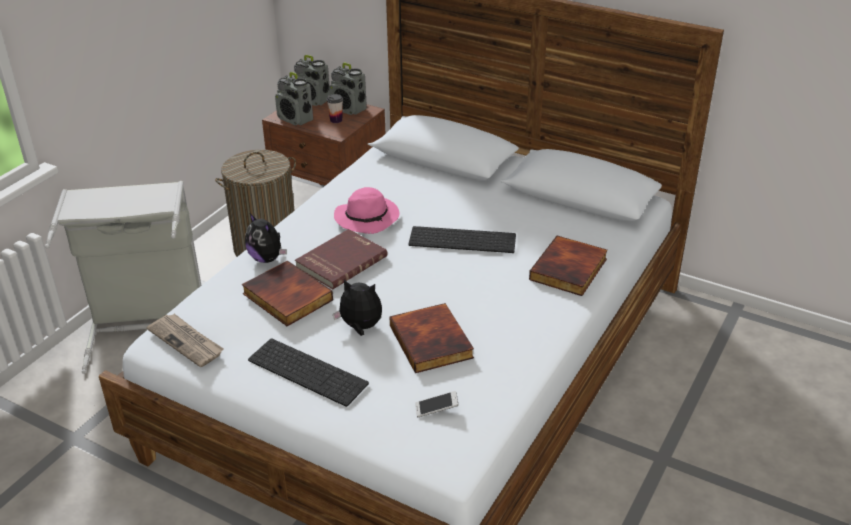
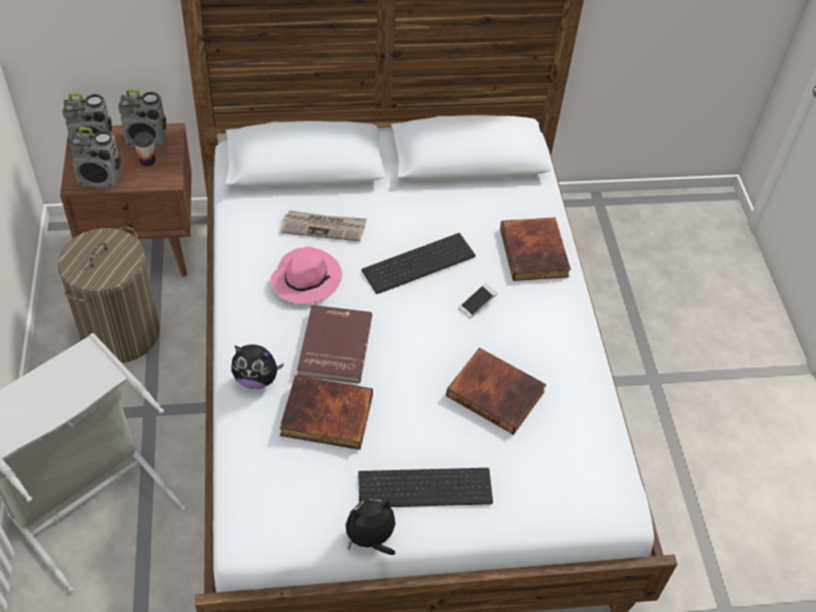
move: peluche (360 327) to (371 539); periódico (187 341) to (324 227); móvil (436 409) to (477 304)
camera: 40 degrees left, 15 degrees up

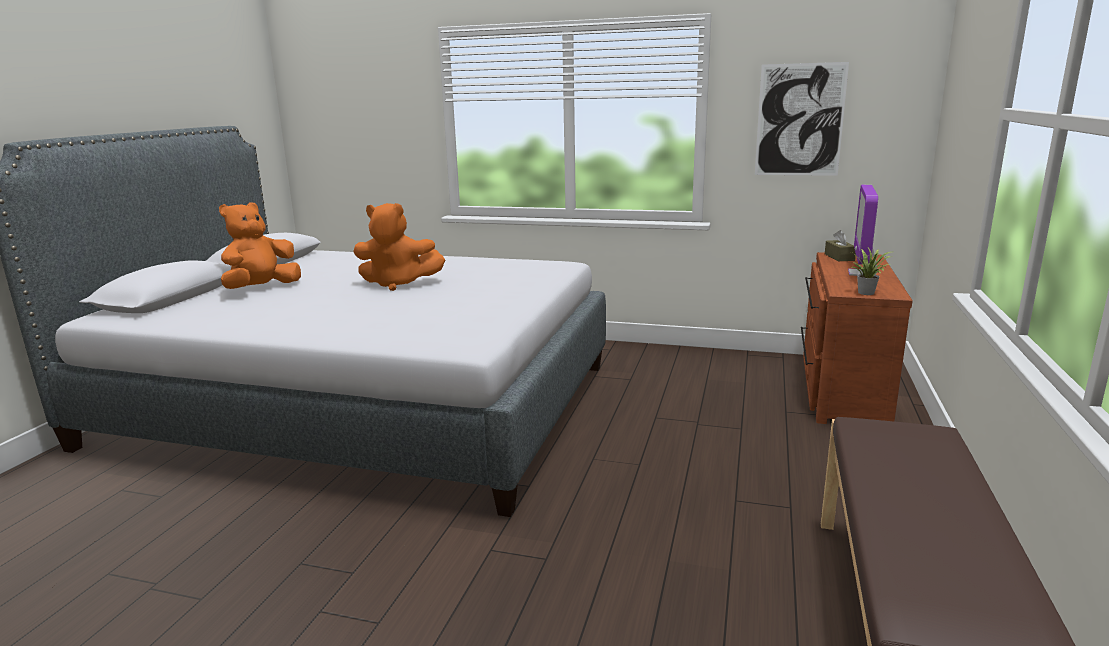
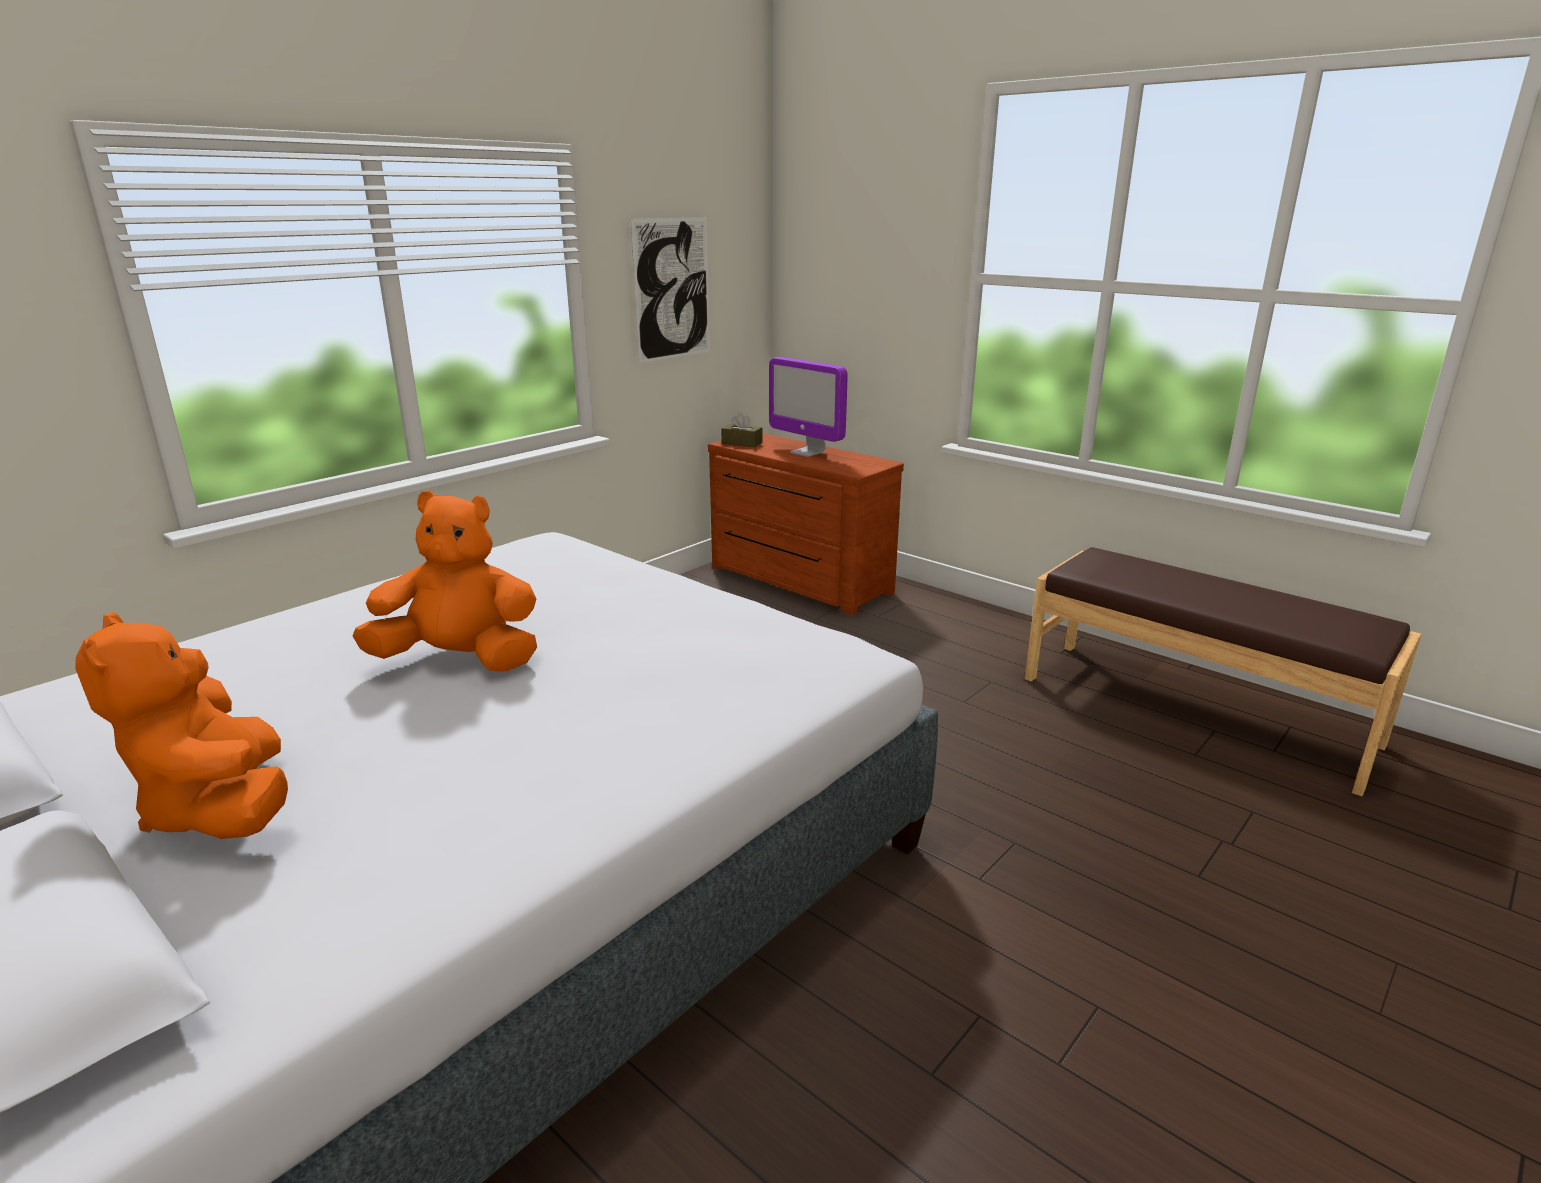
delete: planta en maceta (867 292)
rotate: peluche [naranja] (398 284) = (460 661) 120 degrees counterclockwise
camera: 65 degrees left, 5 degrees up

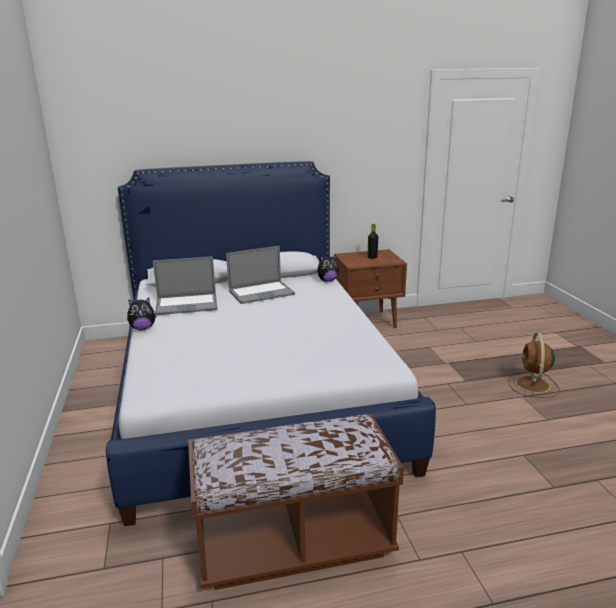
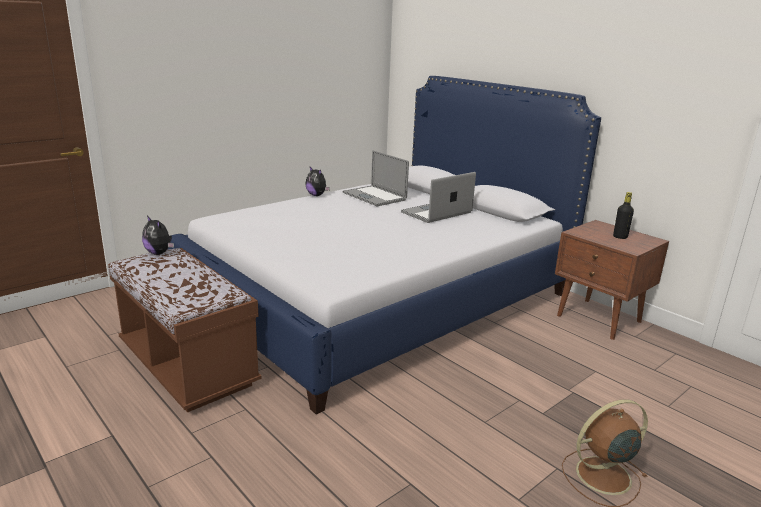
move: peluche (327 280) to (159 253)
rotate: portátil (261 293) = (436 212) 105 degrees clockwise
camera: 60 degrees right, 0 degrees up

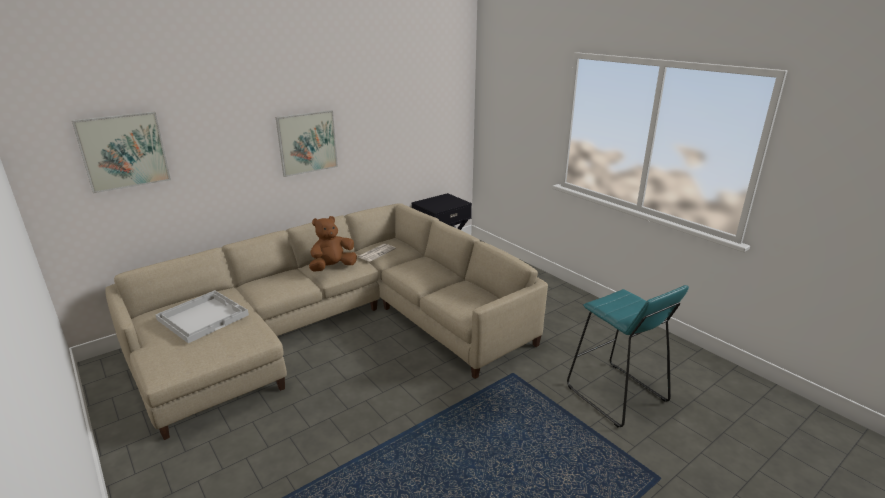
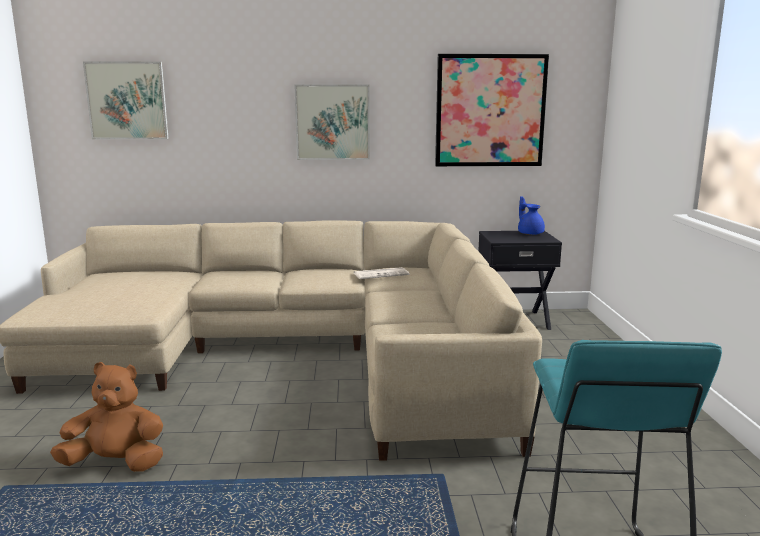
delete: bandeja [blanco] (203 317)
insert: cuadro (490 111); tetera [azul] (530 233)
move: peluche [marrón] (332 267) to (116 463)
camera: 35 degrees right, 10 degrees down

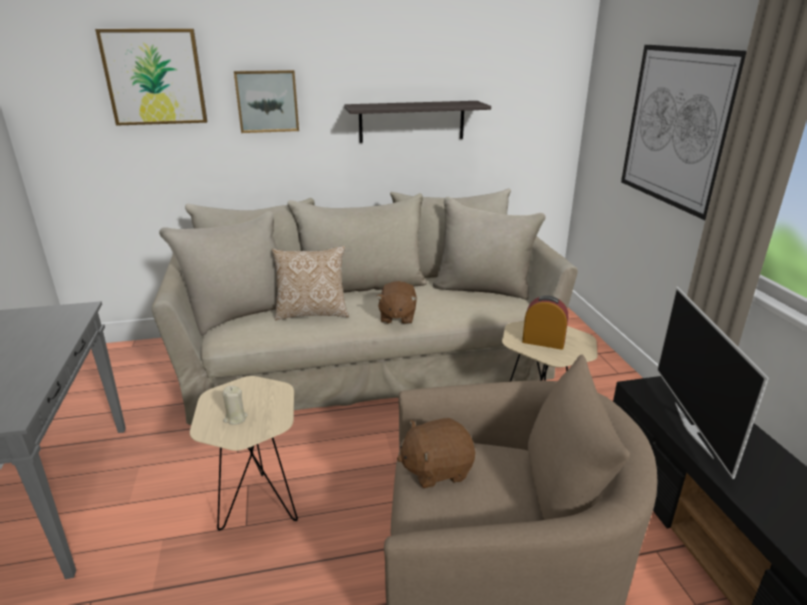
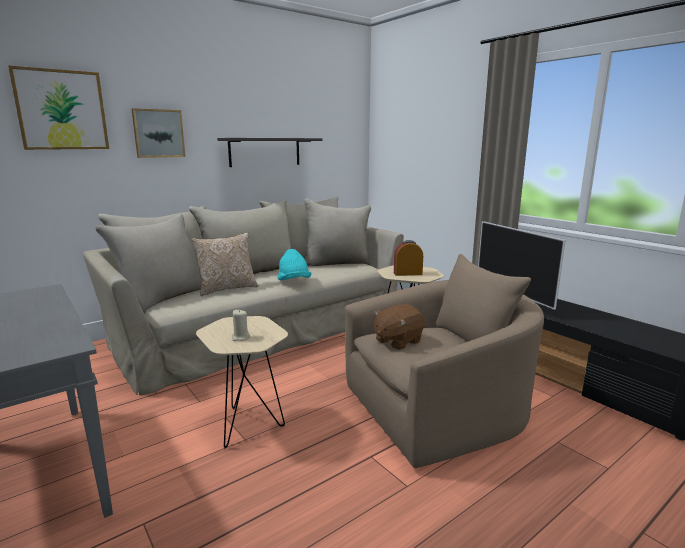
delete: cuadro (678 127)
replace: peluche [marrón] (397 317) to sombrero [turquesa] (294 282)
camera: 25 degrees left, 10 degrees down

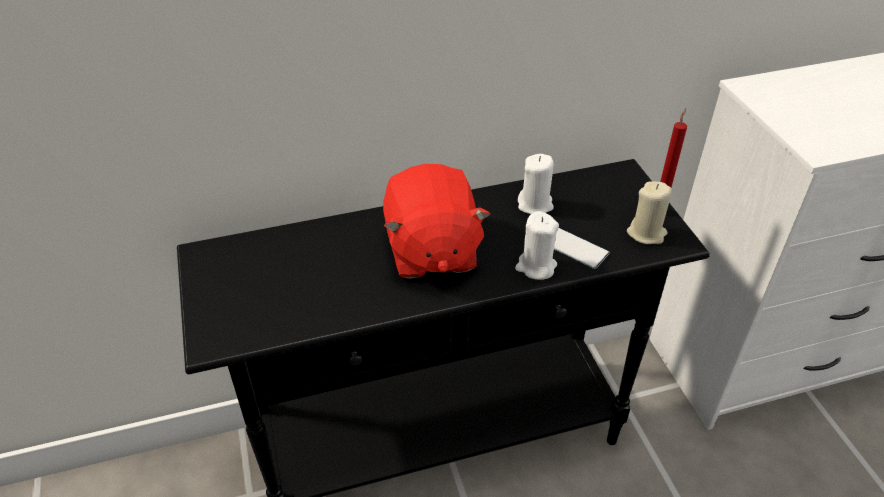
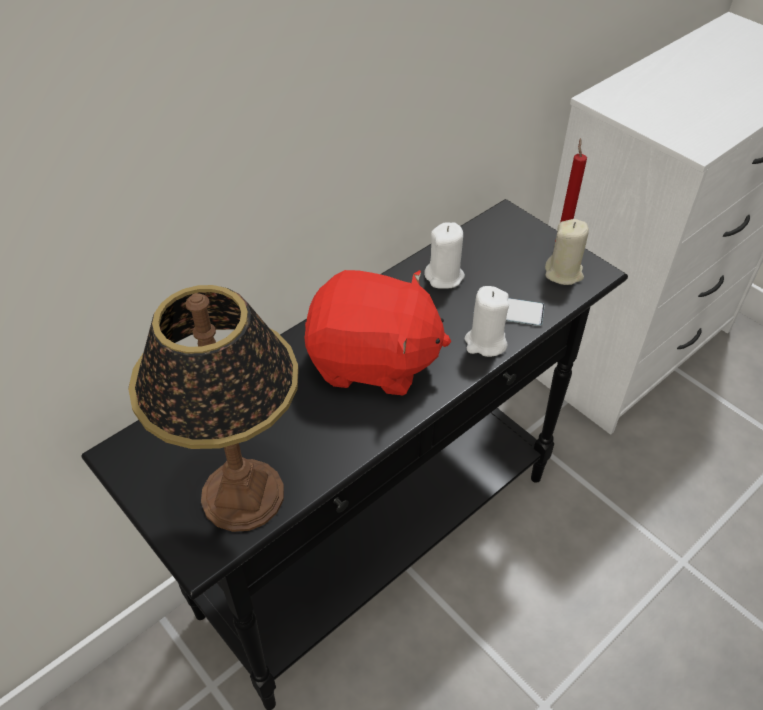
insert: lámpara de mesa (243 496)
rotate: peluche [rojo] (431 251) = (373 361) 45 degrees counterclockwise
camera: 25 degrees left, 5 degrees up

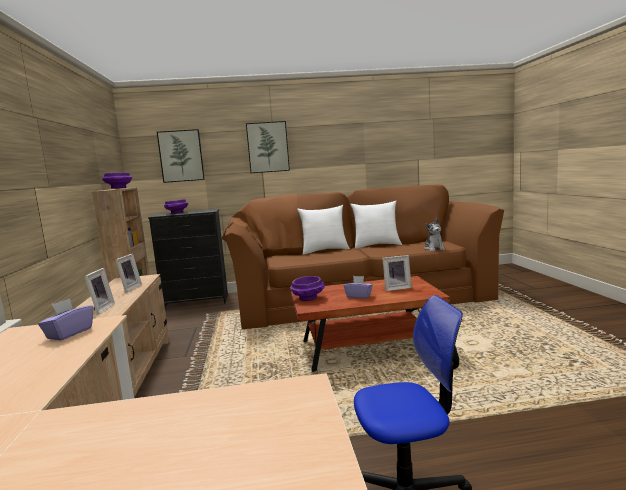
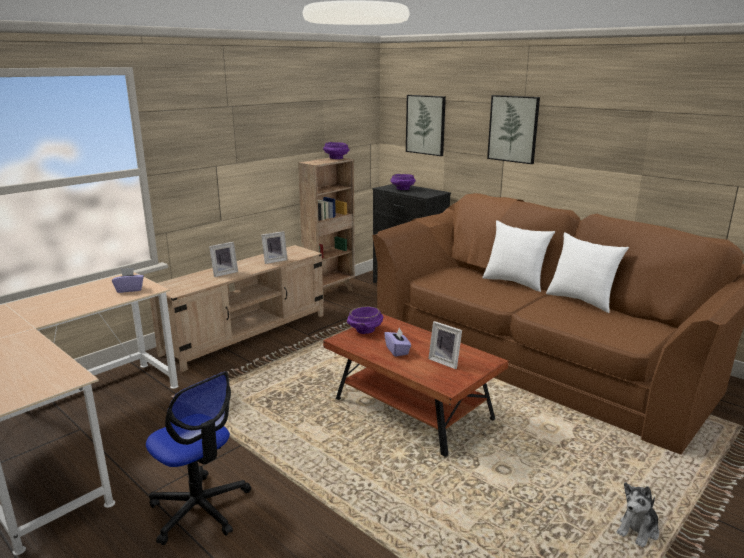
move: peluche (434 249) to (638 530)
camera: 50 degrees right, 10 degrees up

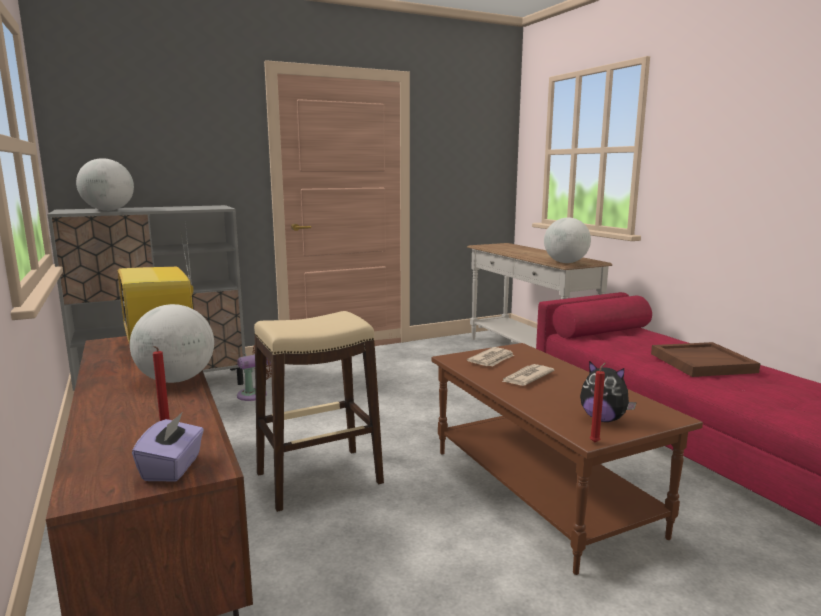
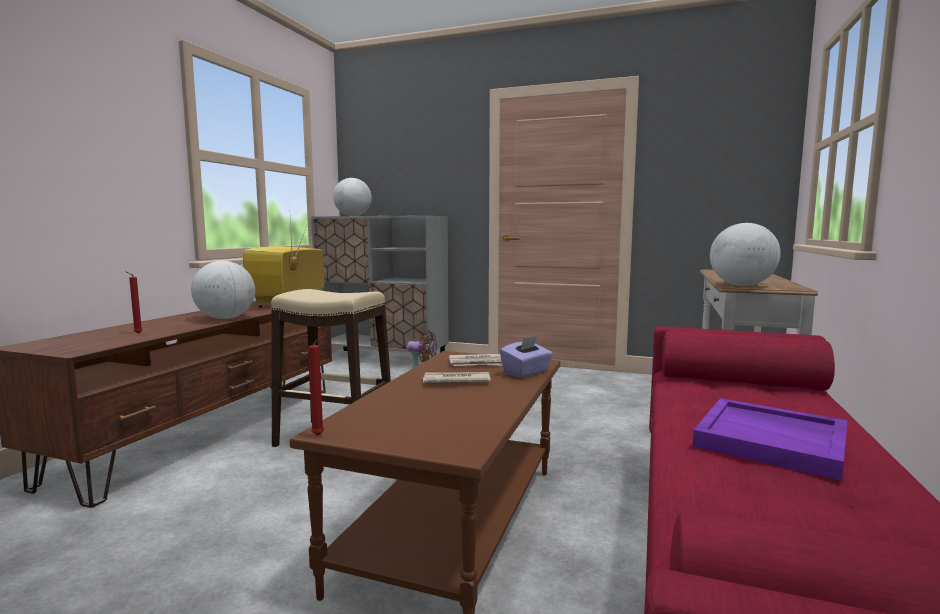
delete: peluche (603 419)
move: caja de pañuelos [morado] (173 468) to (526 373)
recolor: bandeja [marrón] (702 362) to bandeja [morado] (772 441)
camera: 45 degrees right, 5 degrees down

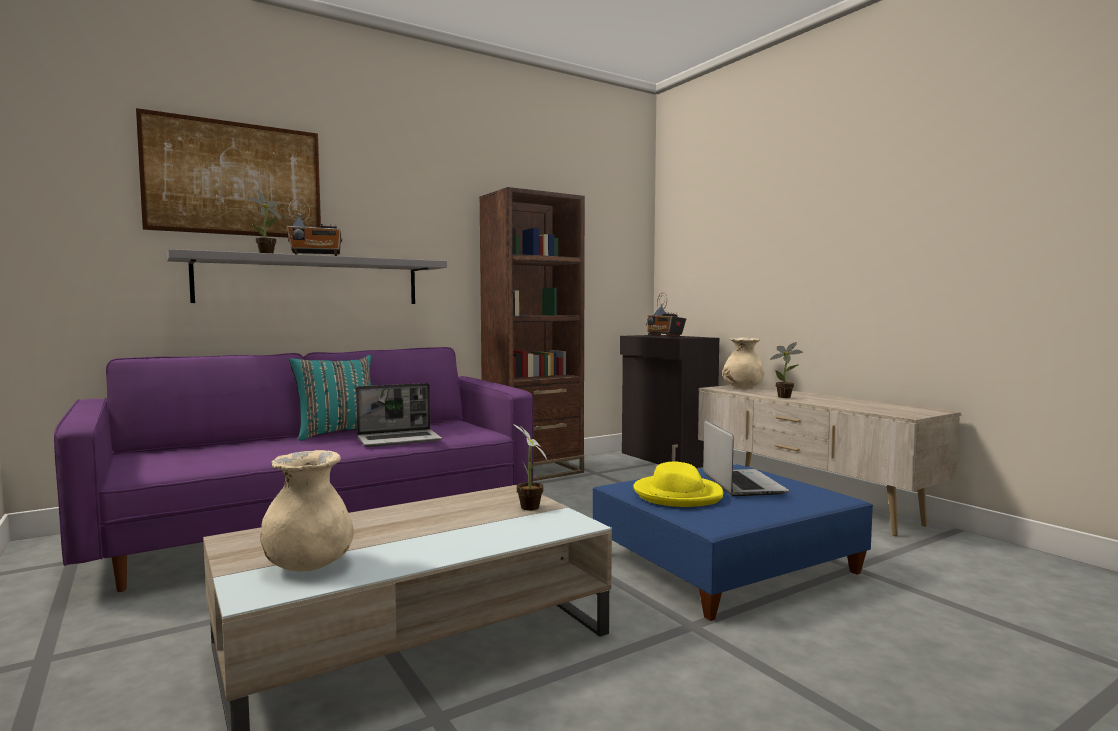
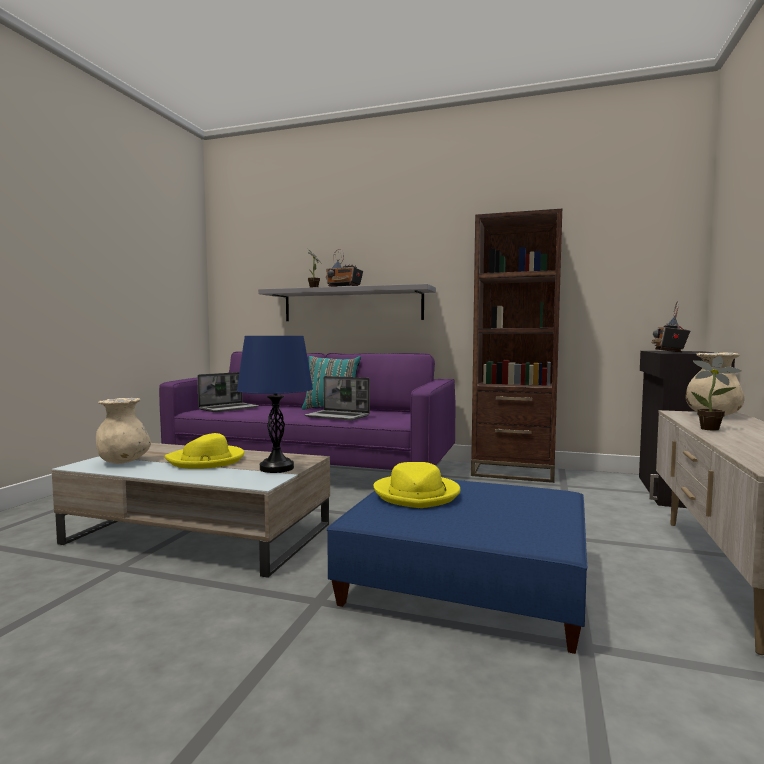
delete: cuadro (235 179)
insert: sombrero [amarillo] (206 460)
move: portátil (741 484) to (229 408)
replace: planta en maceta (529 508) to lámpara de mesa [azul] (276 468)
camera: 50 degrees right, 0 degrees up

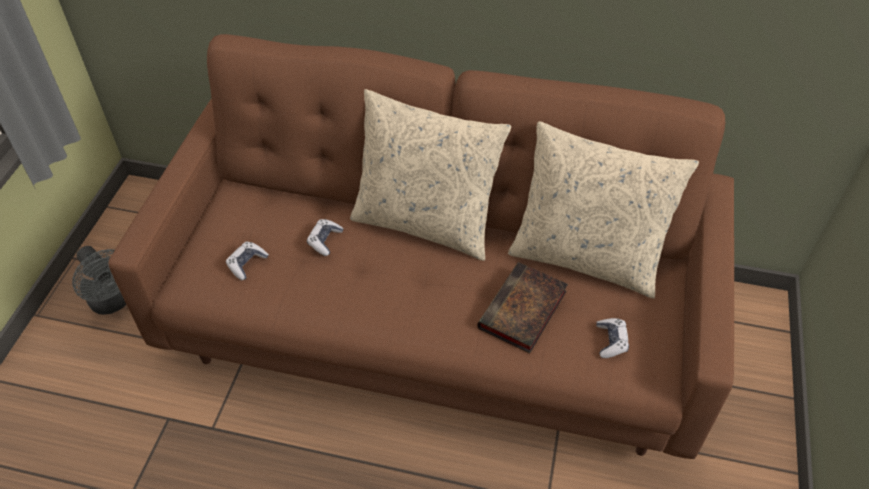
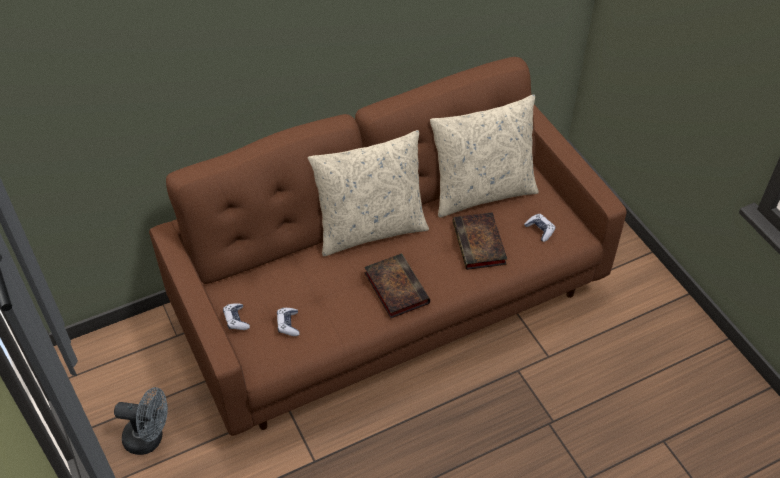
insert: libro (395 287)
move: mando de consola (325 240) to (236 320)
camera: 40 degrees left, 0 degrees up

